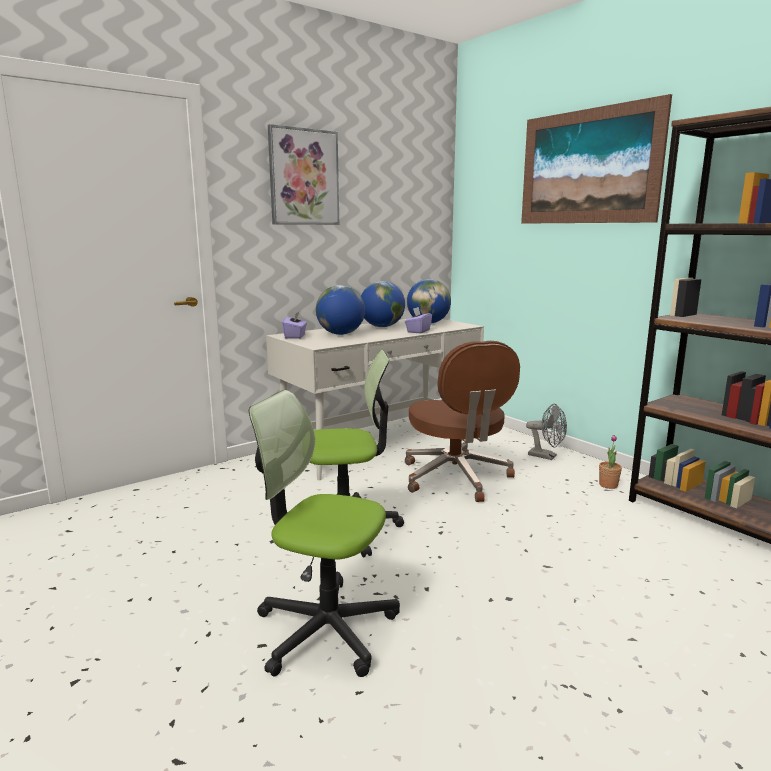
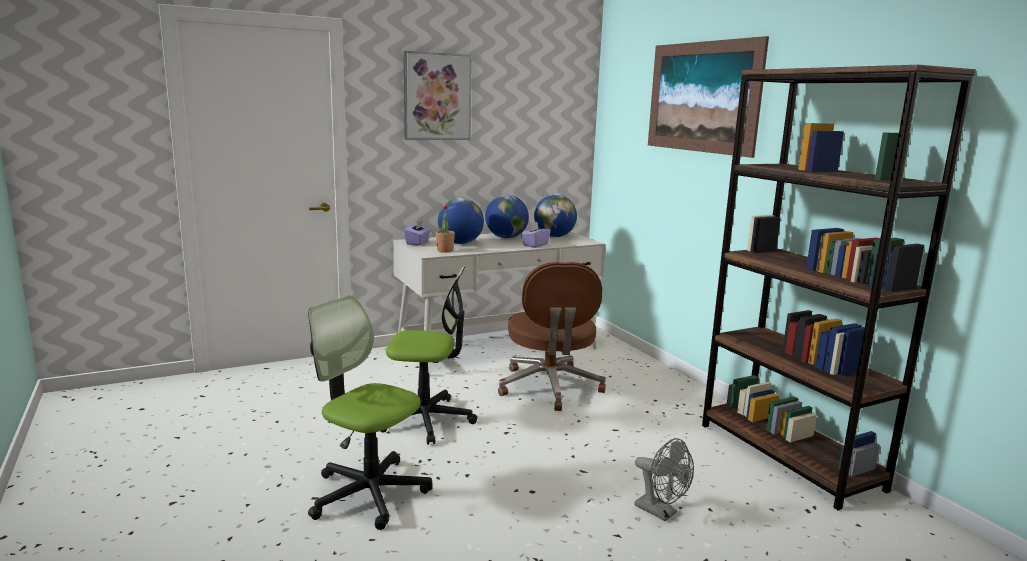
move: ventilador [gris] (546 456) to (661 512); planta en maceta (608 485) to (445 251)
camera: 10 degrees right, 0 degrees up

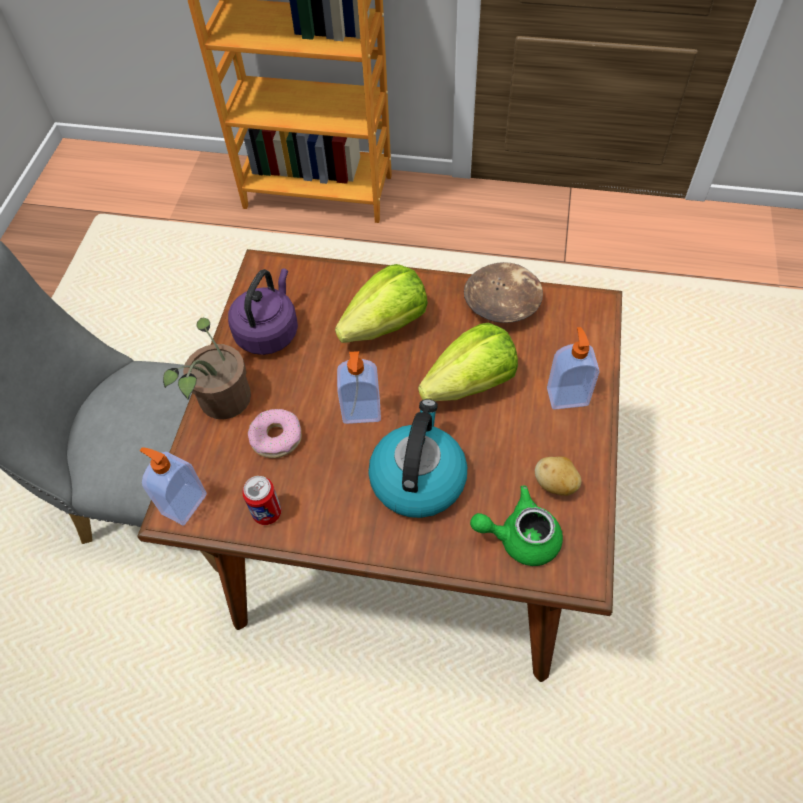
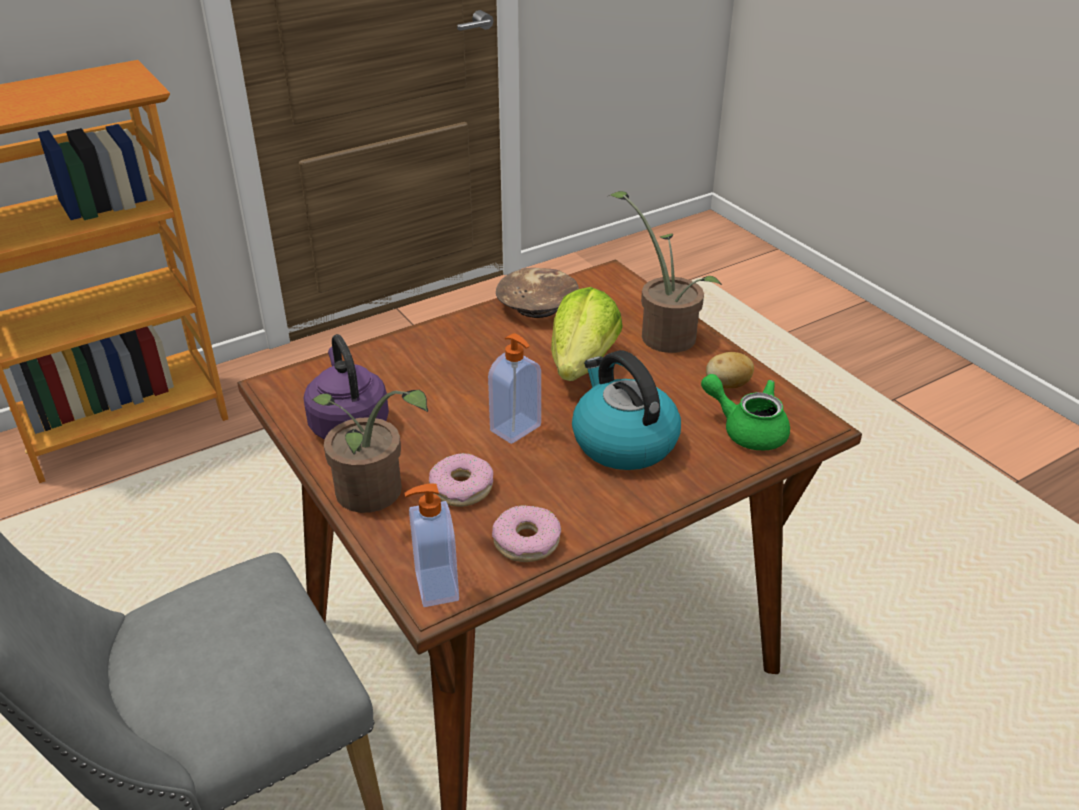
delete: lechuga (386 325)
replace: dispensador de jabón (567 396) to planta en maceta (663 333); lata (267 512) to rosquilla (526 541)
rotate: tetera [verde] (520 537) = (747 429) 75 degrees clockwise
camera: 45 degrees left, 20 degrees down

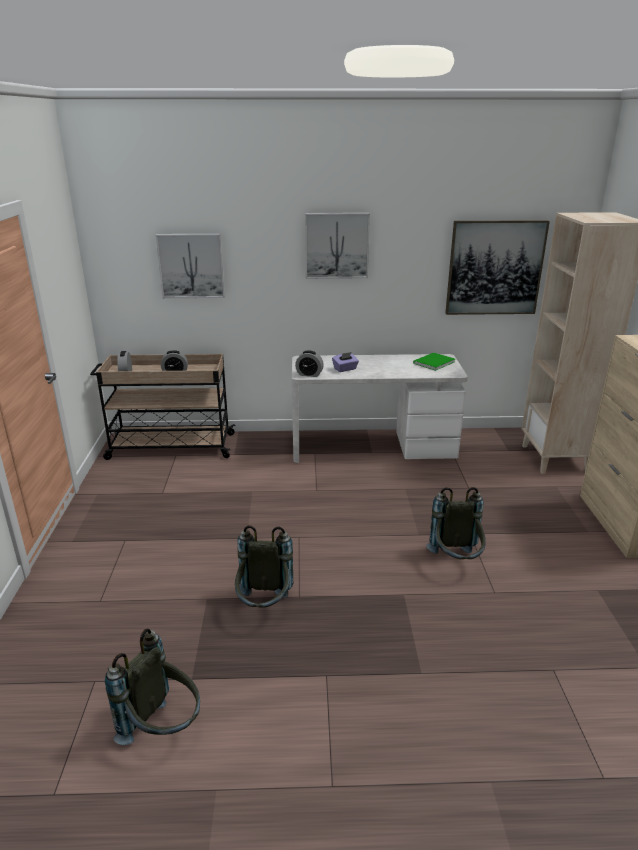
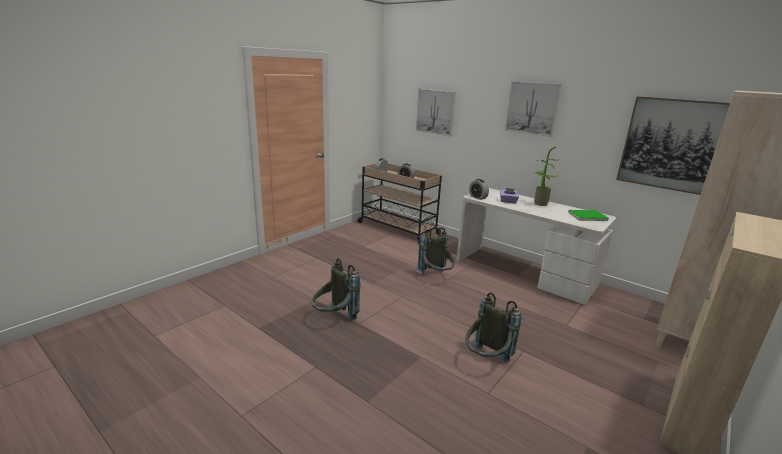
insert: planta en maceta (539 204)
move: mochila [gris] (163 729) to (436 277)
camera: 40 degrees right, 5 degrees down

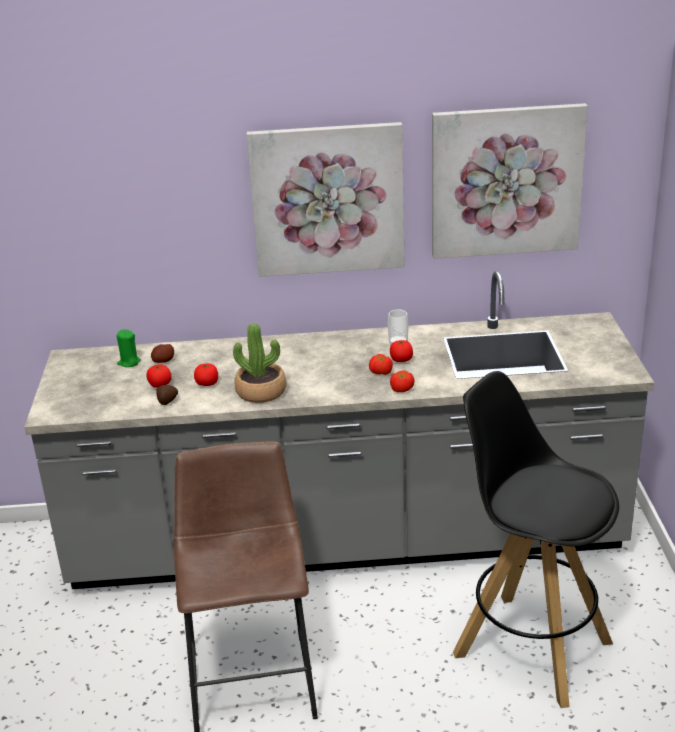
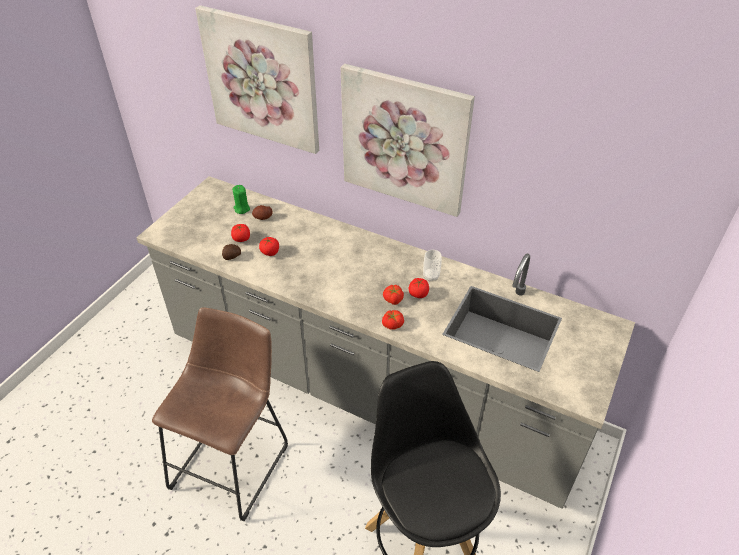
delete: planta en maceta (261 392)
move: cuadro (506 181) to (262 79)
camera: 30 degrees right, 15 degrees up

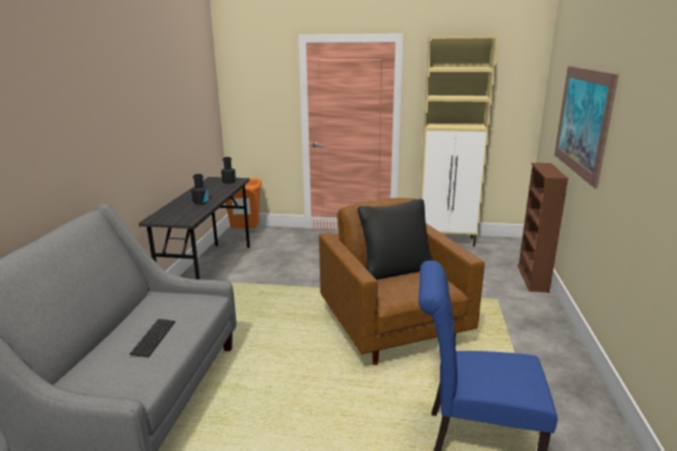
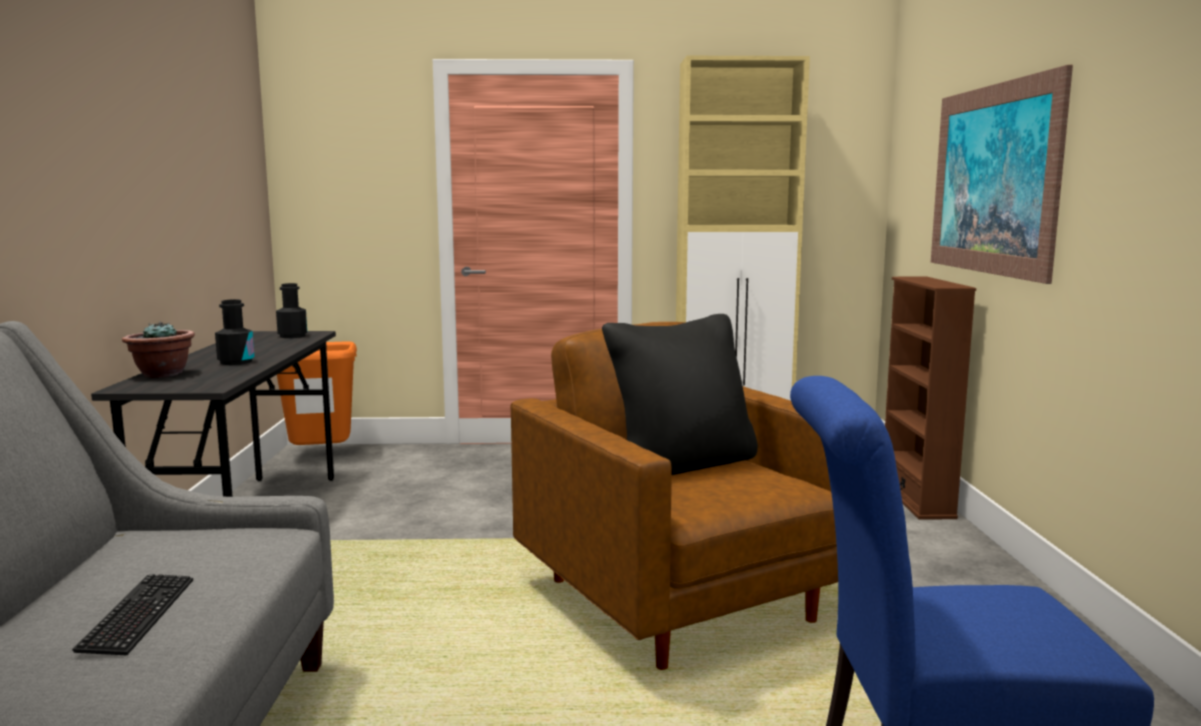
insert: planta en maceta (162 374)
camera: 10 degrees left, 10 degrees down

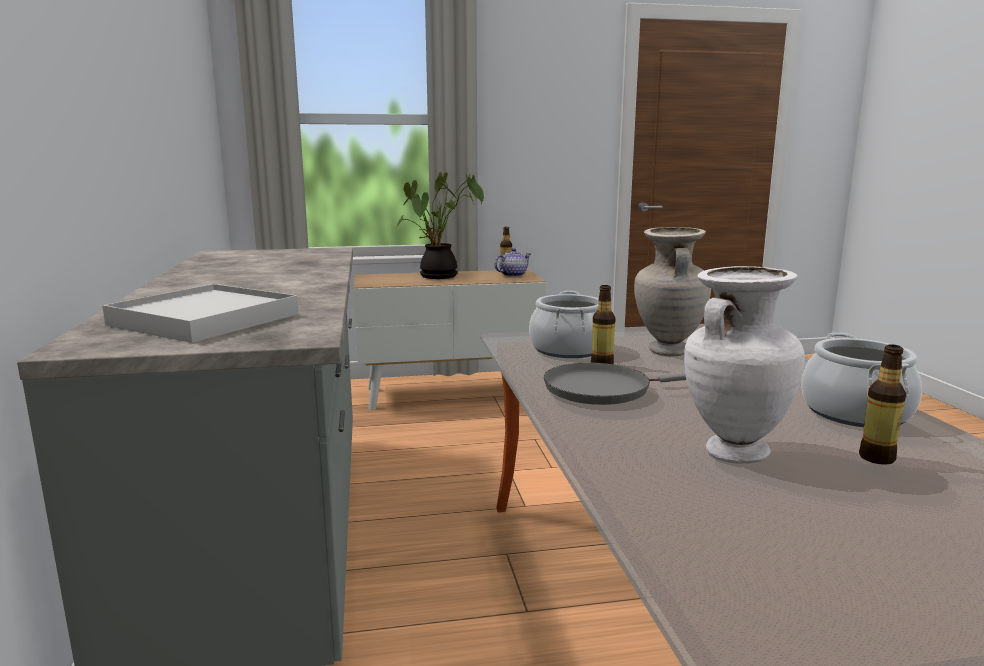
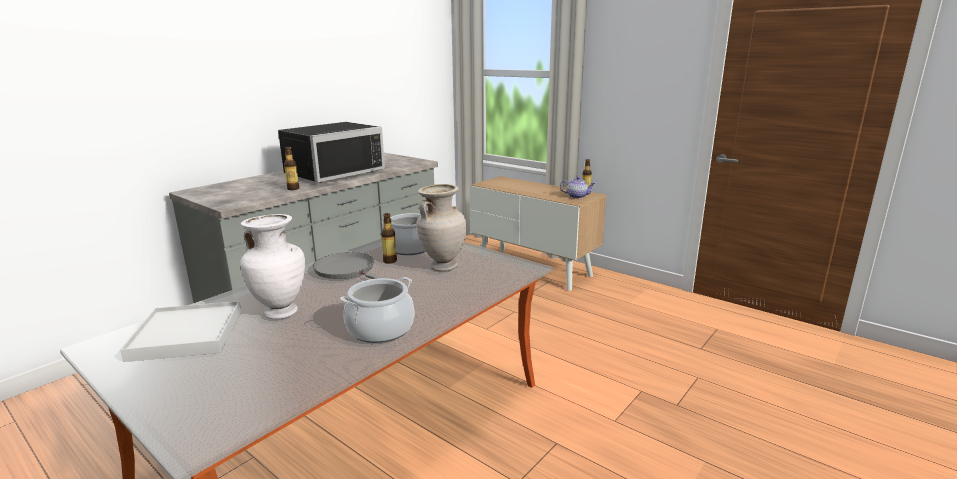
delete: planta en maceta (438 277)
insert: microondas [negro] (331 172)
move: bandeja [blanco] (204 319) to (187 334); botella (876 458) to (293 188)
camera: 50 degrees right, 5 degrees up

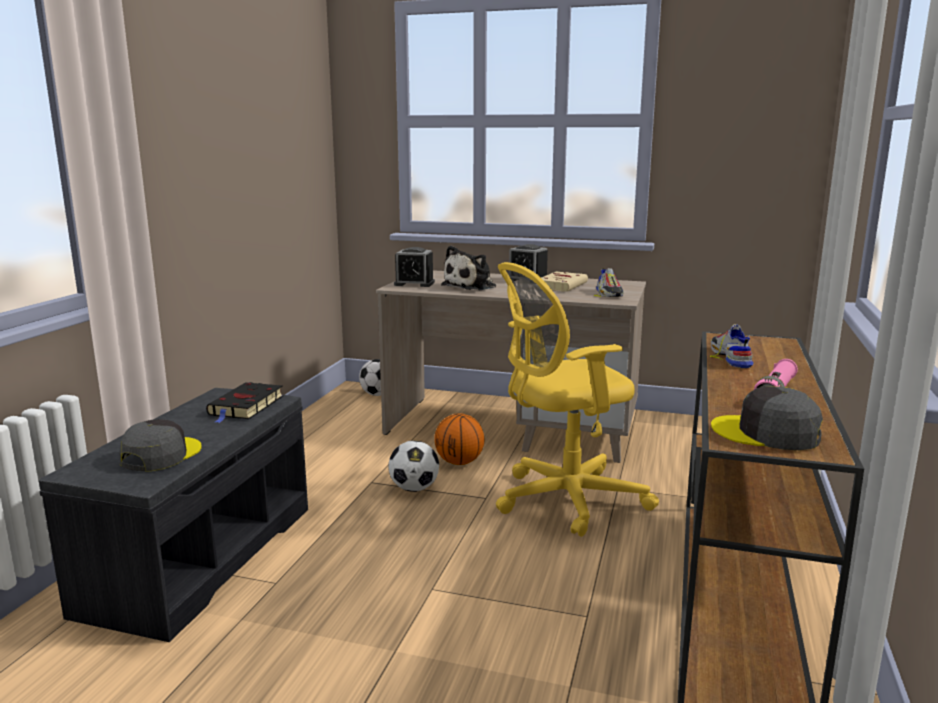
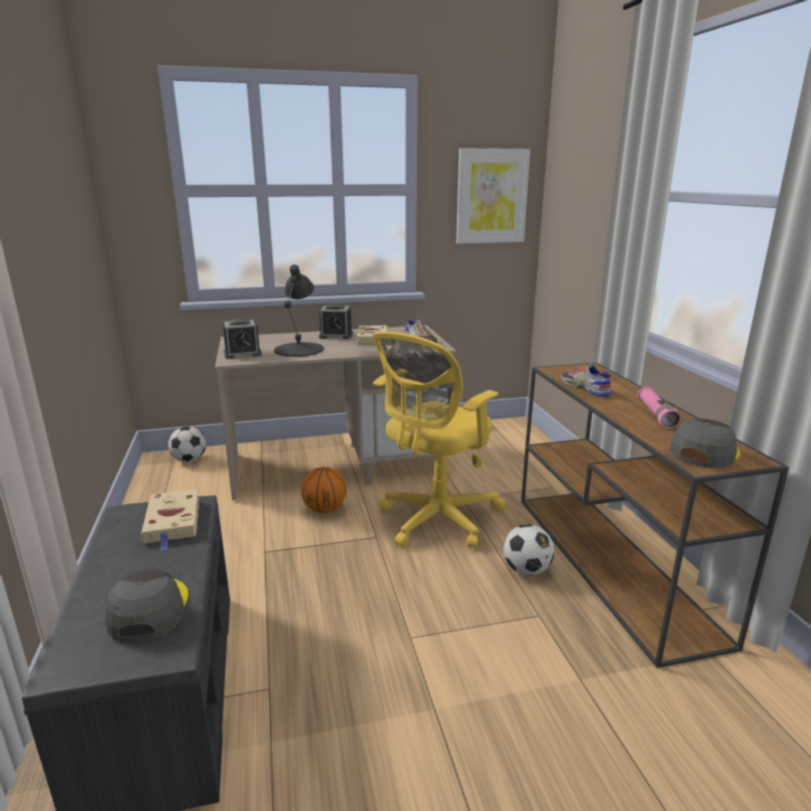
insert: cuadro (491 196)
move: balón de fútbol (414 488) to (526 570)
replace: peluche (471 286) to lámpara de mesa [negro] (299 349)
recolor: libro [negro] (246 406) to libro [beis] (173 521)
rotate: gorra [gris] (766 433) = (703 452) 135 degrees clockwise
camera: 30 degrees left, 5 degrees up

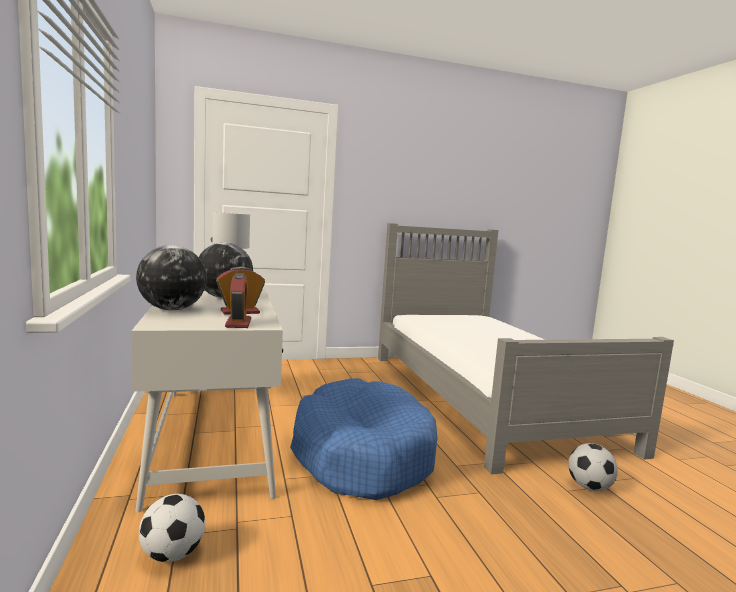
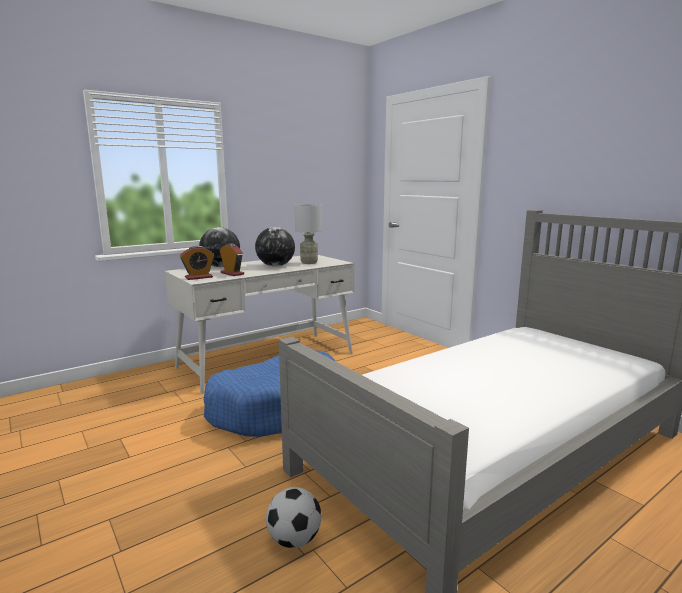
delete: balón de fútbol (172 554)
camera: 70 degrees right, 5 degrees up

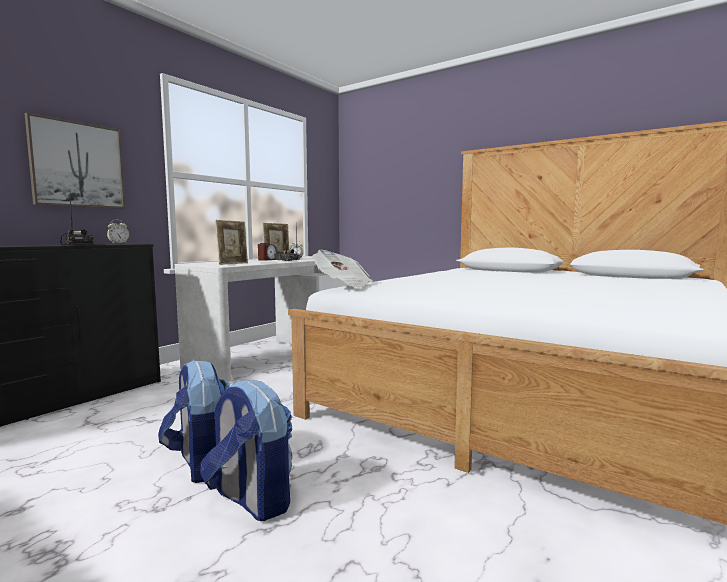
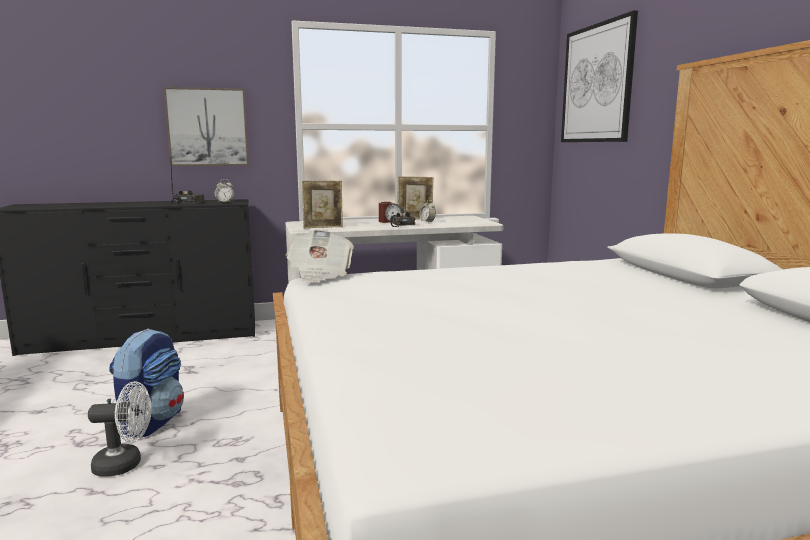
insert: cuadro (597 84)
replace: mochila (251 499) to ventilador [blanco] (125 464)
camera: 40 degrees right, 5 degrees up

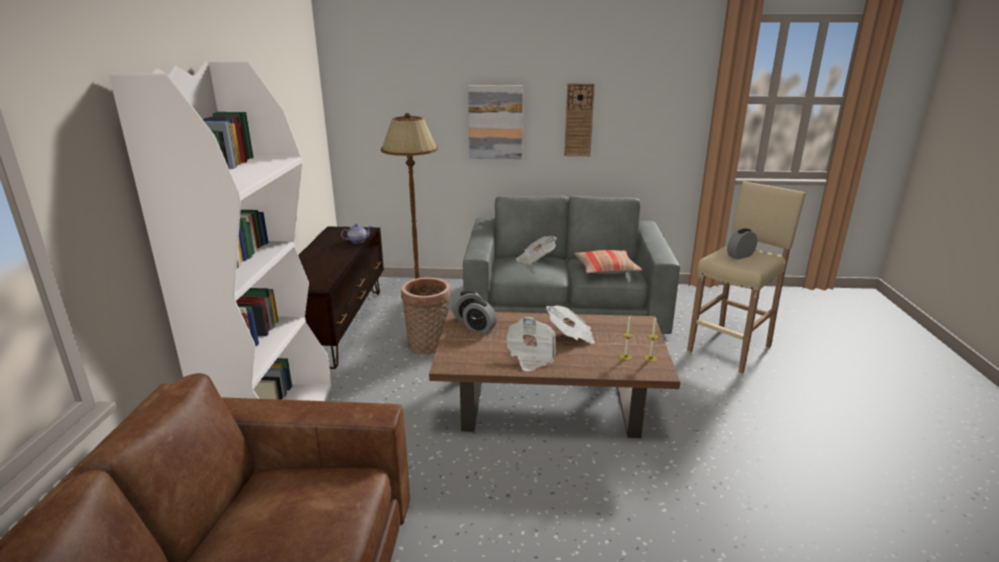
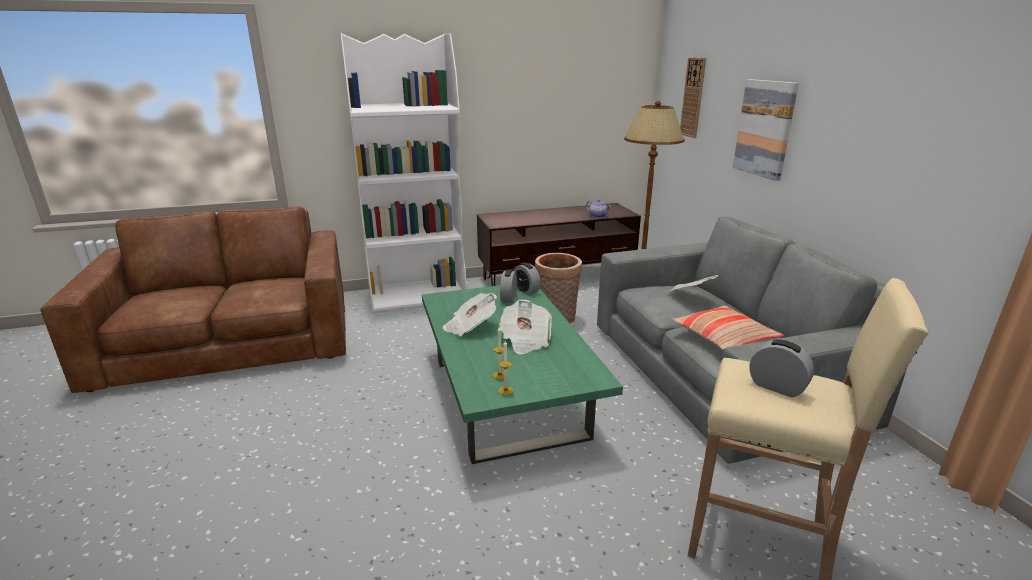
move: reloj de pared (579 120) to (693 98)
recolor: mesa de centro [marrón] (550 400) to mesa de centro [verde] (509 396)
camera: 70 degrees right, 0 degrees up

